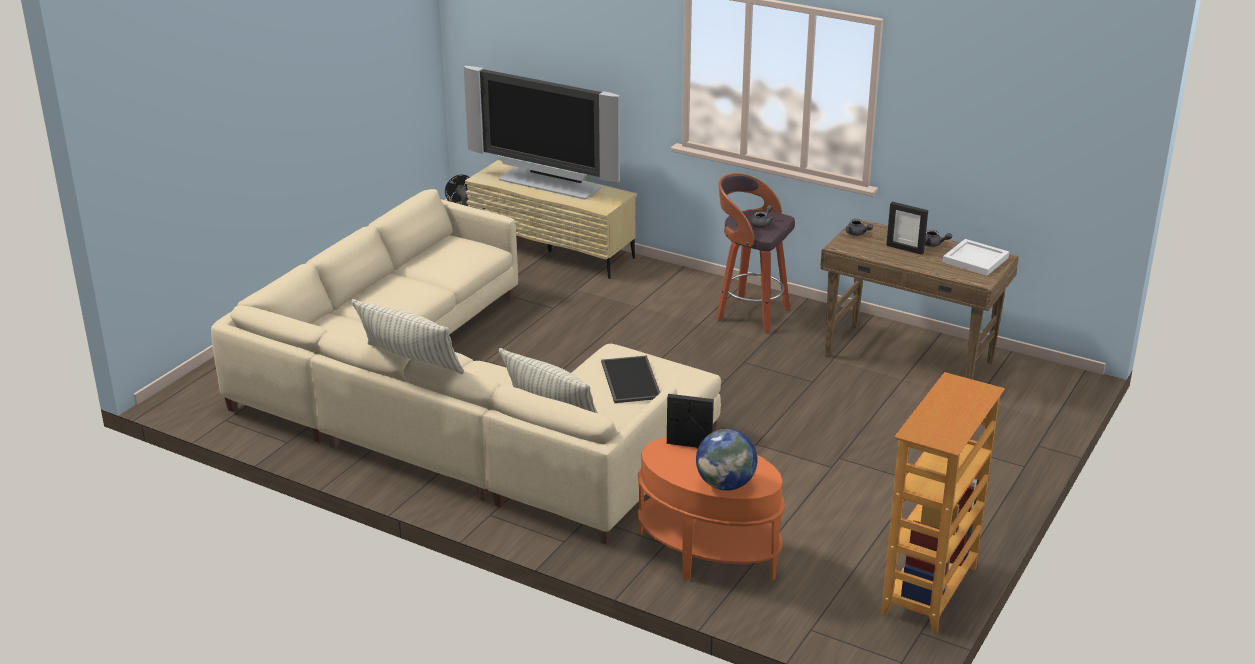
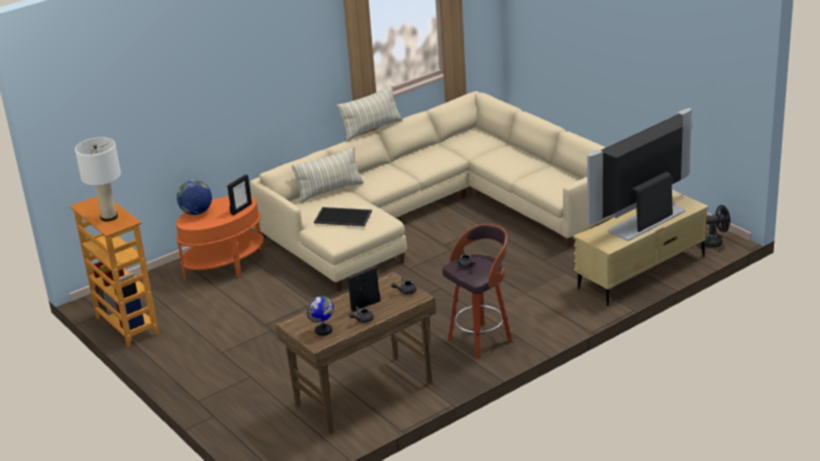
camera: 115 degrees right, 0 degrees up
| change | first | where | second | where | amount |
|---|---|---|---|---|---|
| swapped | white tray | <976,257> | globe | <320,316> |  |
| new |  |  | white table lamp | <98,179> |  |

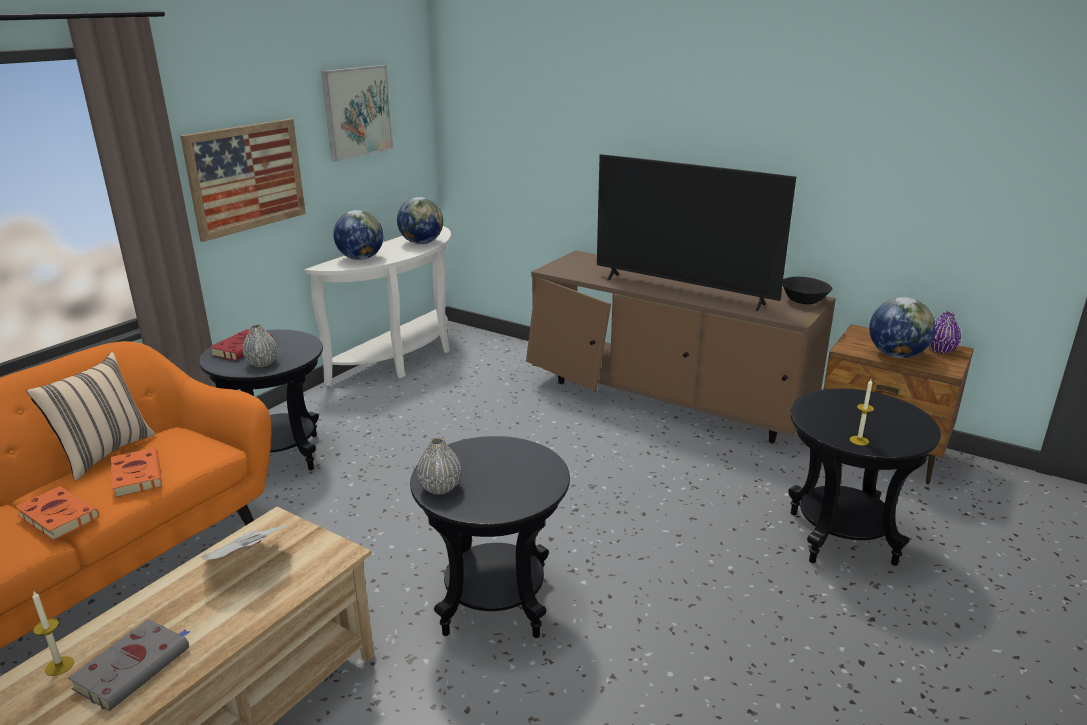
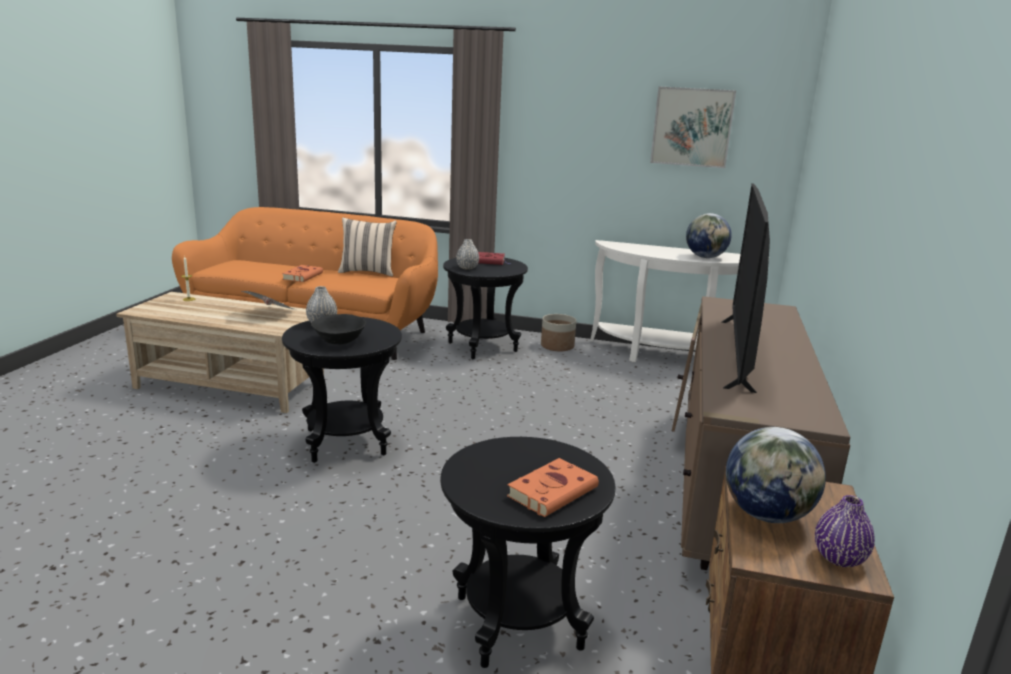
camera: 70 degrees right, 5 degrees down
| change | first | where | second | where | amount |
|---|---|---|---|---|---|
| gone | picture | <243,180> |  |  |  |
| gone | globe | <358,235> |  |  |  |
| shifted | black bowl | <807,290> |  | <338,329> |  |
| gone | candle | <862,412> |  |  |  |
| shifted | orange book | <136,473> |  | <553,487> |  |
| gone | grey book | <129,665> |  |  |  |
| new |  |  | planter | <558,332> |  |

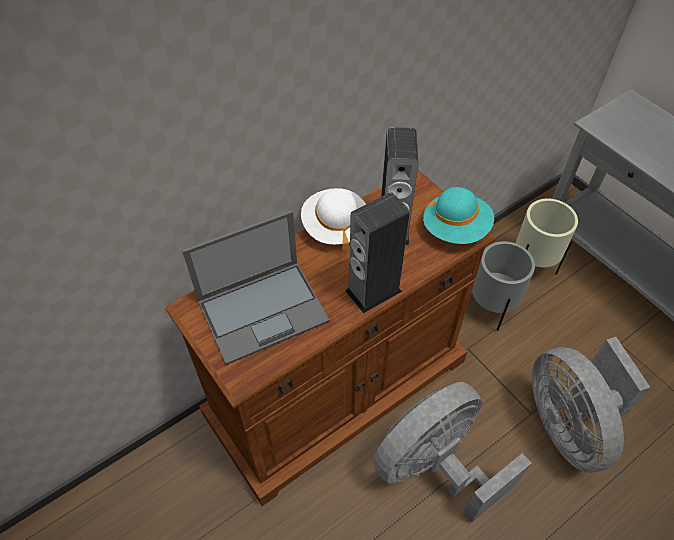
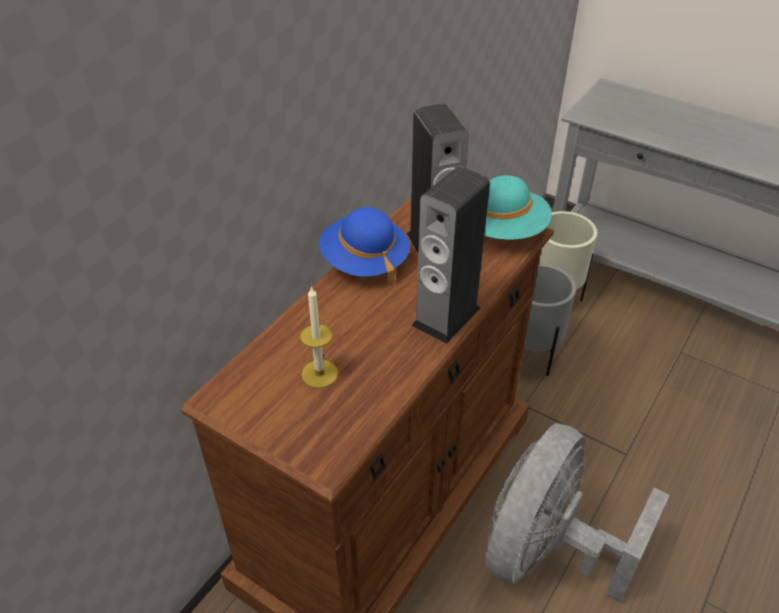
camera: 20 degrees left, 10 degrees down
| change | first | where | second | where | amount |
|---|---|---|---|---|---|
| repainted | white hat | <333,220> | blue hat | <364,246> |  |
| swapped | laptop | <256,287> | candle | <319,337> |  |
| gone | grey fan | <591,405> |  |  |  |

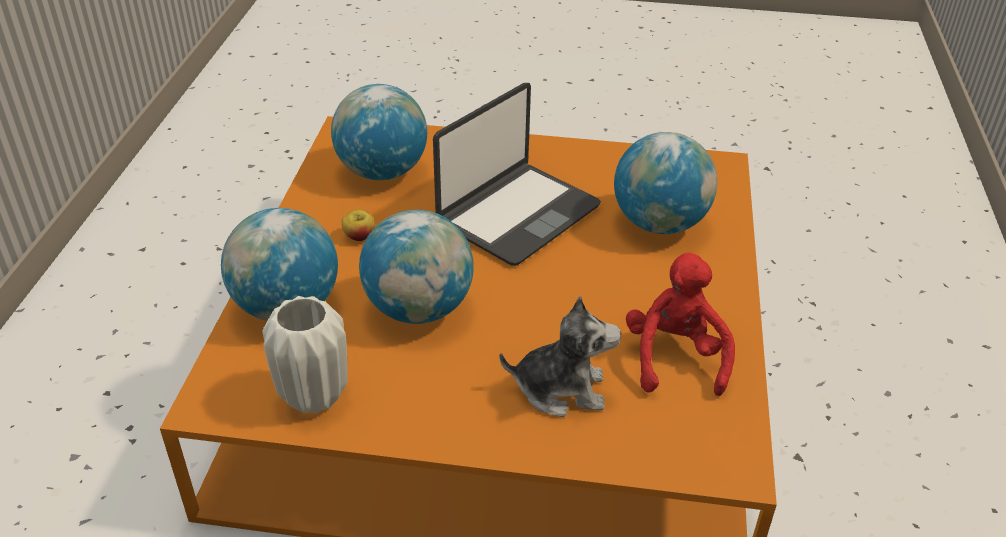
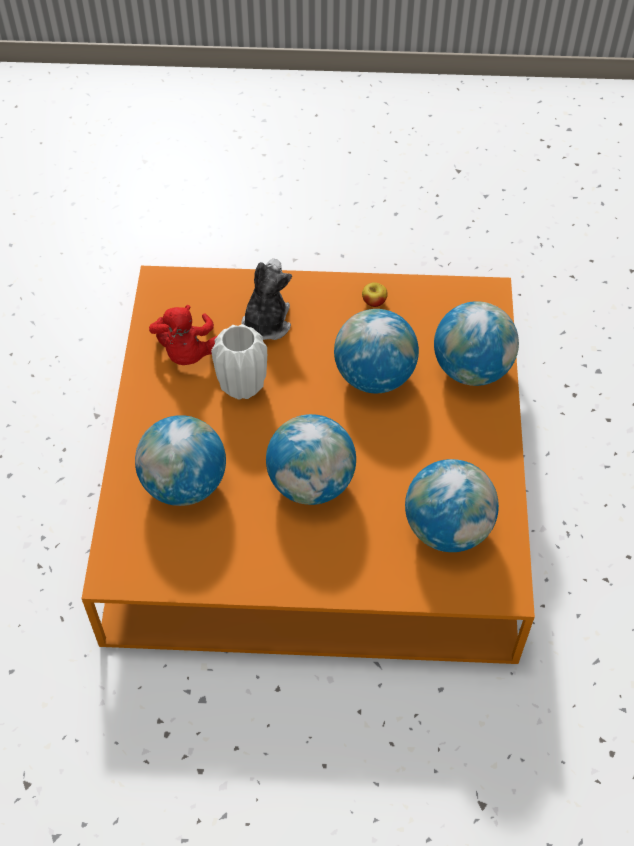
camera: 175 degrees right, 15 degrees up
| change | first | where | second | where | amount |
|---|---|---|---|---|---|
| swapped | laptop | <517,174> | globe | <311,459> |  |
| shifted | apple | <358,225> |  | <375,294> |  |
| shifted | white vase | <305,355> |  | <239,362> |  |
| rotated | plush toy | <560,356> |  | <267,299> | 105 degrees clockwise |

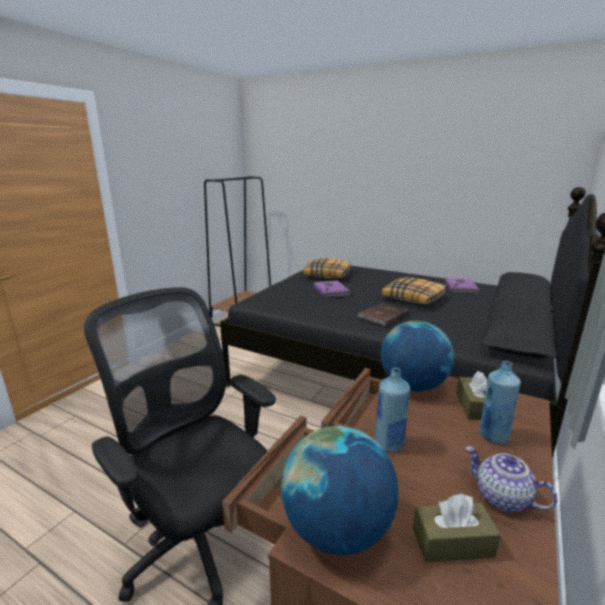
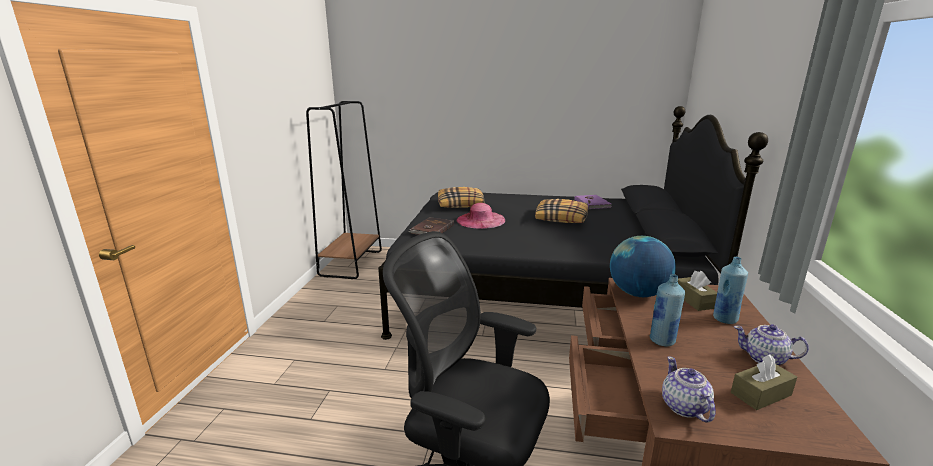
camera: 20 degrees left, 0 degrees up
| change | first | where | second | where | amount |
|---|---|---|---|---|---|
| swapped | purple book | <332,289> | pink hat | <481,216> |  |
| shifted | brown book | <383,314> |  | <431,226> |  |
| swapped | globe | <340,490> | teapot | <689,389> |  |

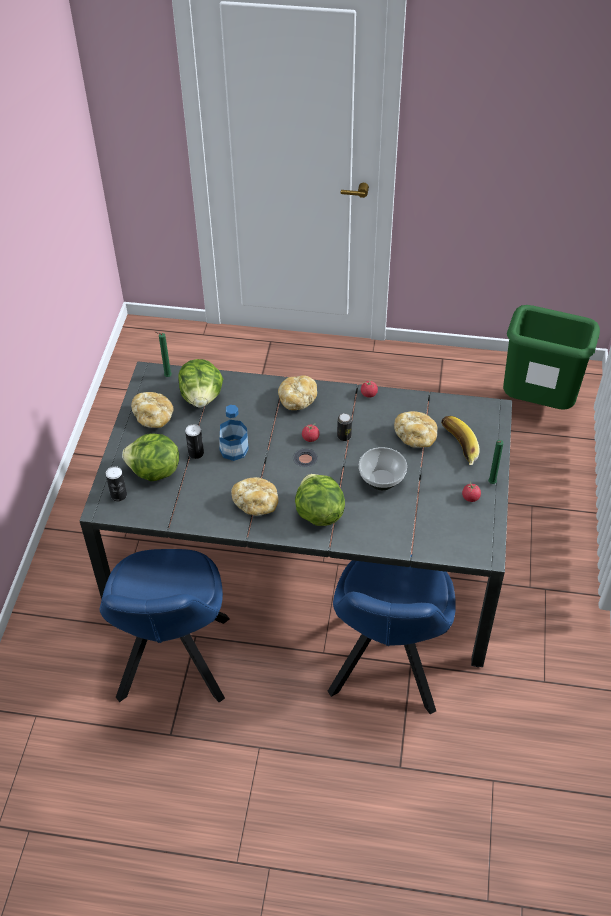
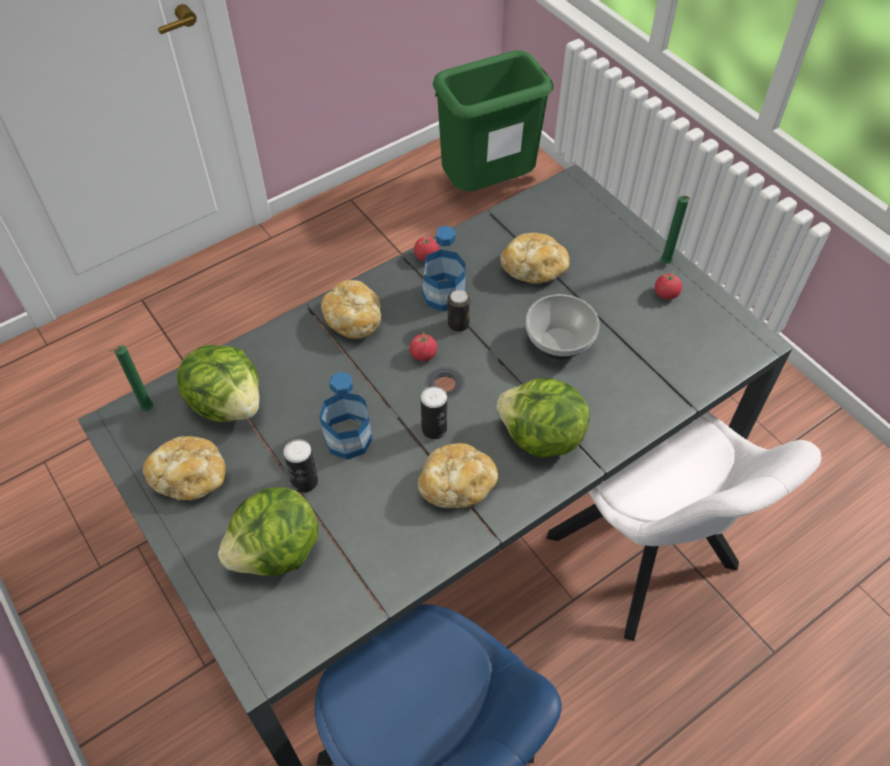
camera: 45 degrees left, 5 degrees up
| change | first | where | second | where | amount |
|---|---|---|---|---|---|
| gone | banana | <460,440> |  |  |  |
| shifted | can | <116,484> |  | <433,412> |  |
| repainted | blue chair | <392,634> | white chair | <683,526> |  |
| new |  |  | bottle | <444,268> |  |

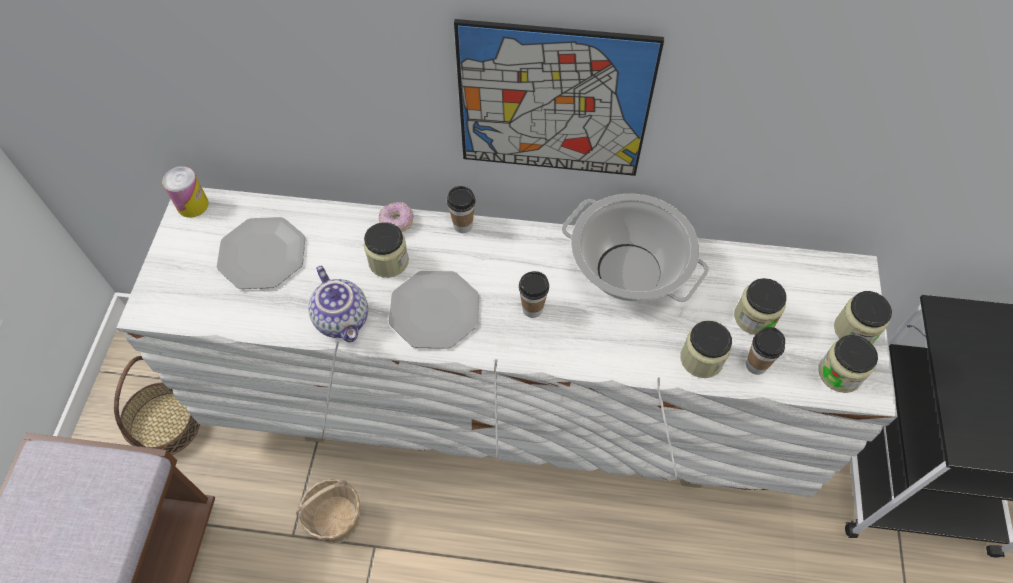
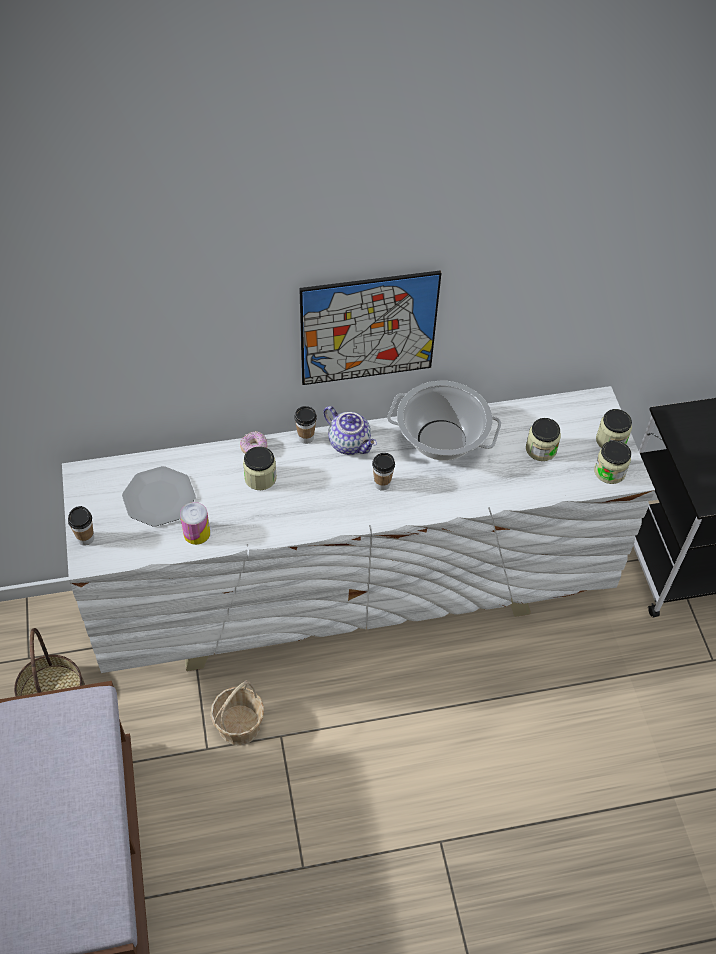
camera: 20 degrees left, 5 degrees down
| change | first | where | second | where | amount |
|---|---|---|---|---|---|
| shifted | can | <185,192> |  | <195,523> |  |
| shifted | teapot | <338,304> |  | <350,430> |  |
| gone | plate | <434,309> |  |  |  |
| gone | jar | <706,349> |  |  |  |
| shifted | cup | <765,351> |  | <81,526> |  |

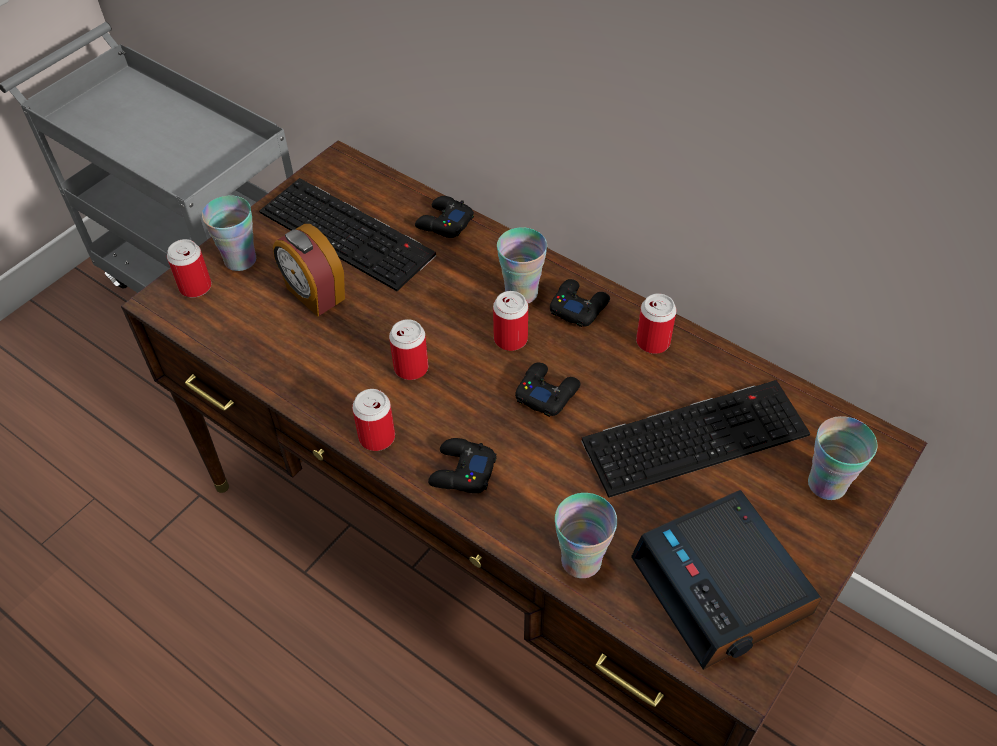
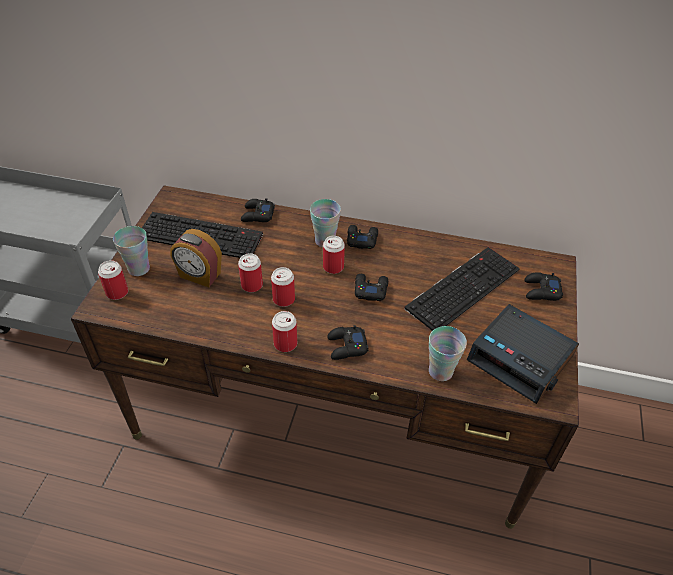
camera: 25 degrees left, 5 degrees down
| change | first | where | second | where | amount |
|---|---|---|---|---|---|
| shifted | can | <656,323> |  | <250,272> |  |
| swapped | cup | <842,458> | black game controller | <543,286> |  |

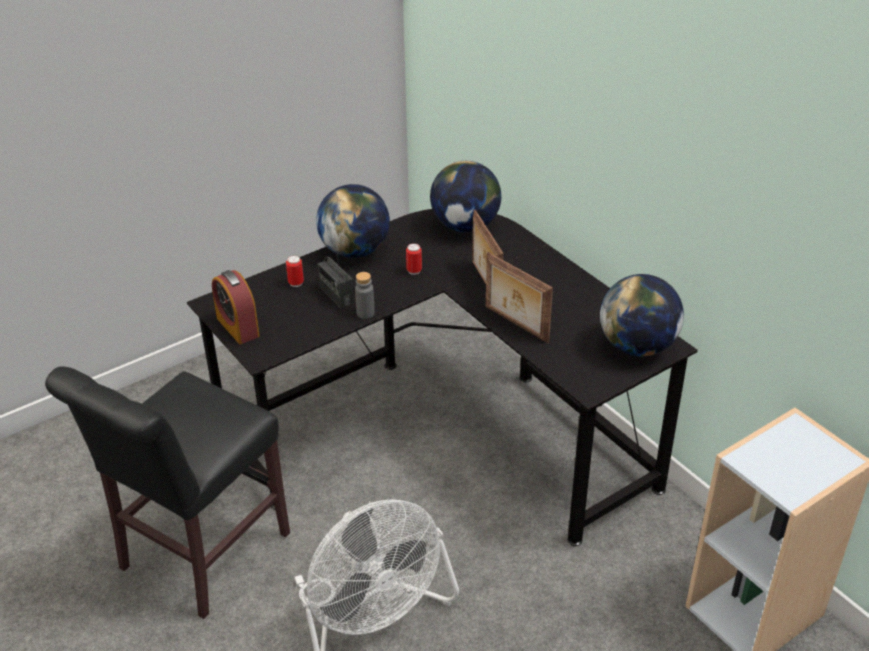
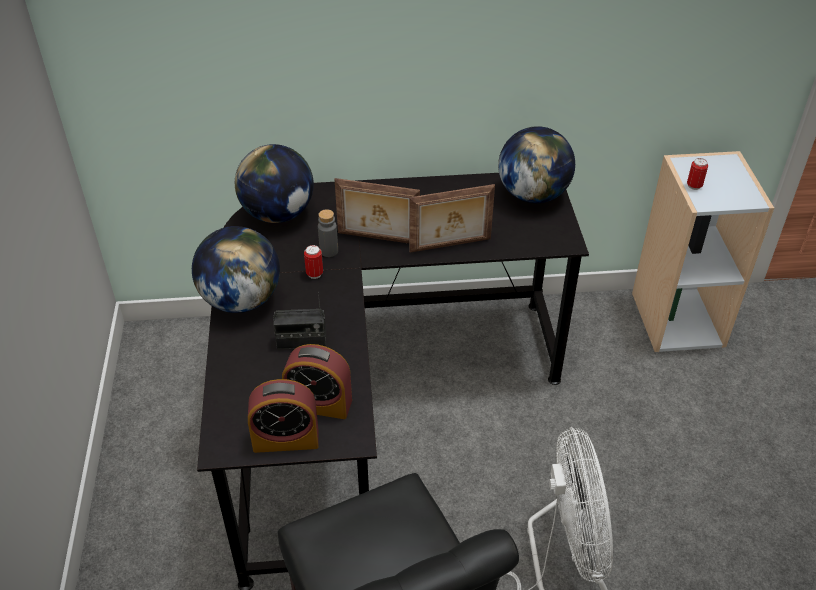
camera: 60 degrees left, 5 degrees up
| change | first | where | second | where | amount |
|---|---|---|---|---|---|
| shifted | can | <295,271> |  | <697,174> |  |
| shifted | grey bottle | <365,295> |  | <328,233> |  |
| new |  |  | alarm clock | <317,381> |  |

